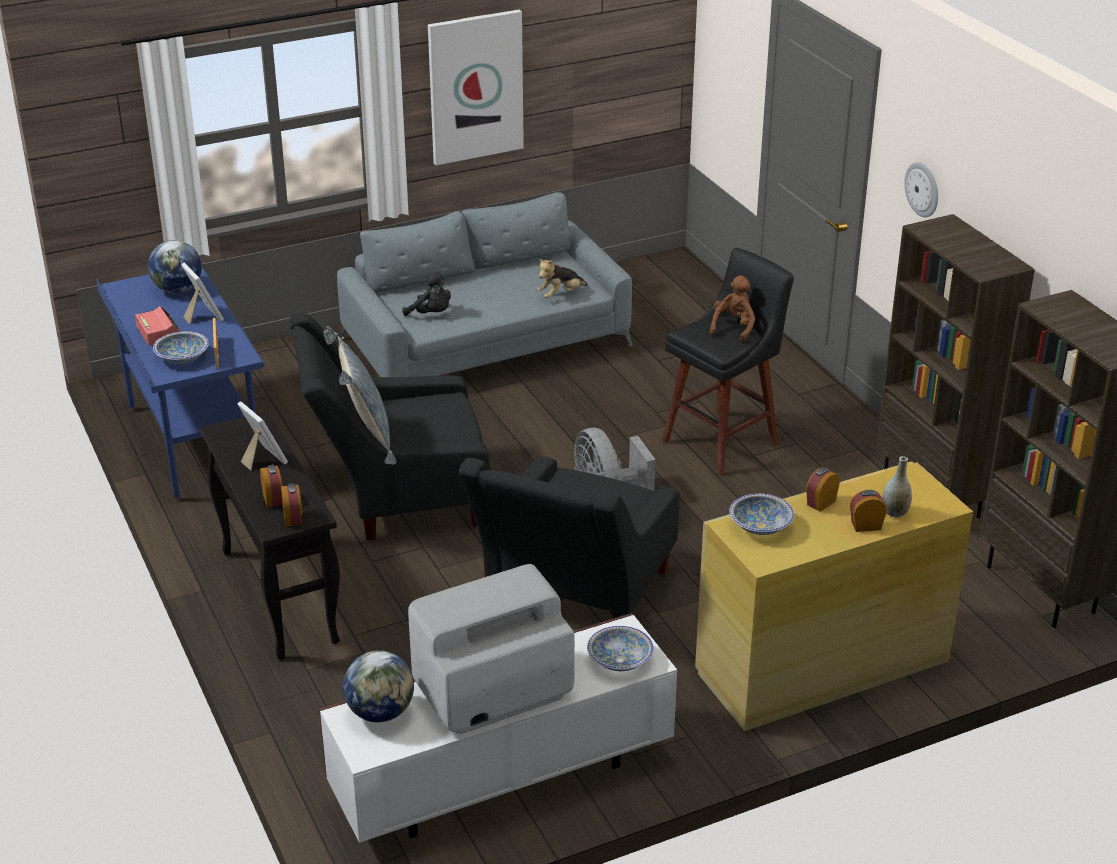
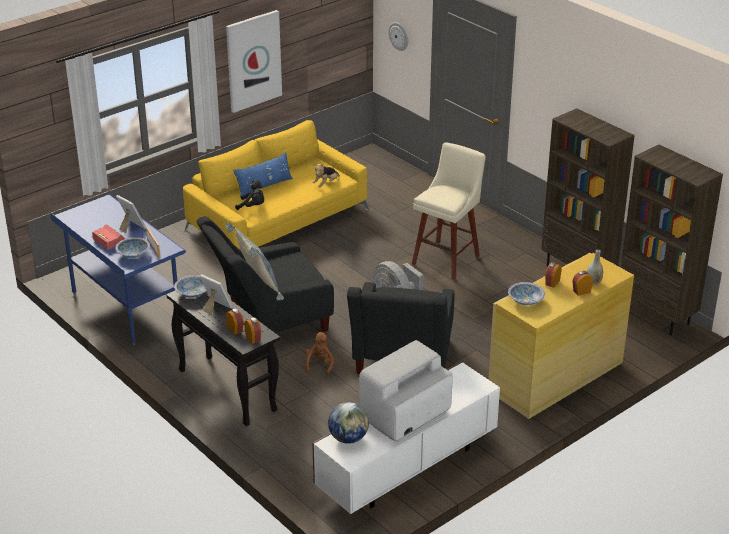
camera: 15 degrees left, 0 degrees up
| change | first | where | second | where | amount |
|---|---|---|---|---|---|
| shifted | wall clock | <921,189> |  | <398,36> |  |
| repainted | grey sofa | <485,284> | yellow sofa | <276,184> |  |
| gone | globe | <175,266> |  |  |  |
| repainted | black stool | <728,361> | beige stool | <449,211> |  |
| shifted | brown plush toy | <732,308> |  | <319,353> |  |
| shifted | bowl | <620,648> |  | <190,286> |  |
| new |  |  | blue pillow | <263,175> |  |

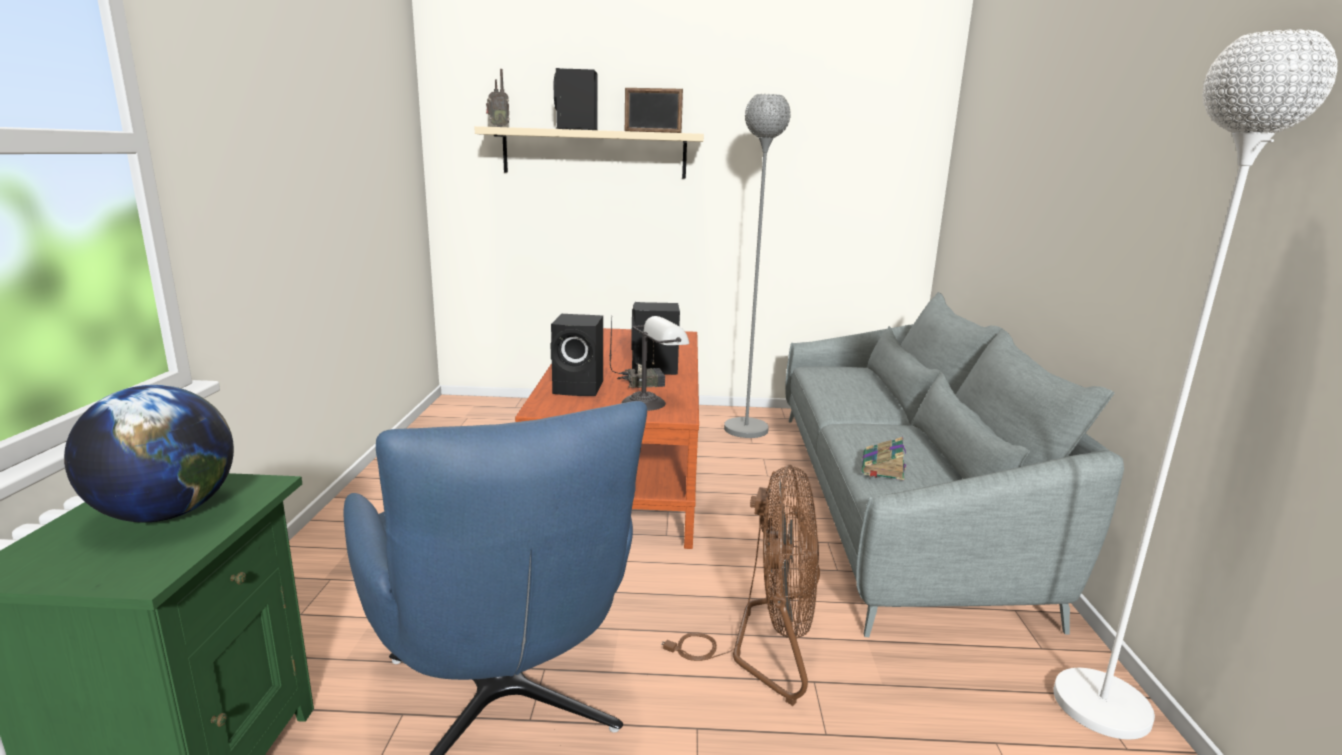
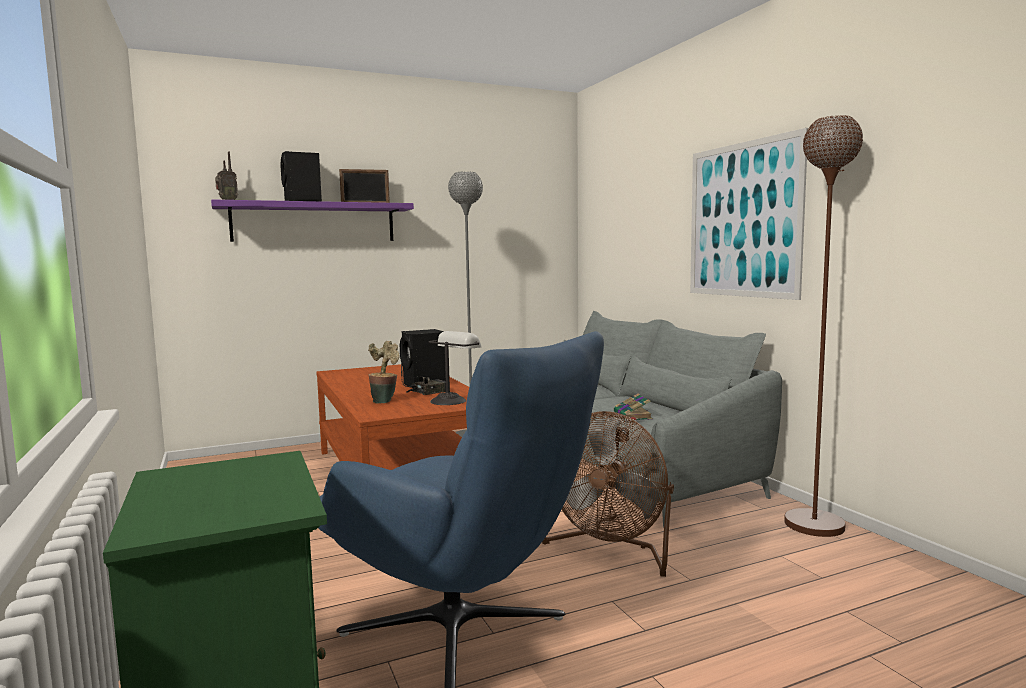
camera: 25 degrees left, 10 degrees down
| change | first | where | second | where | amount |
|---|---|---|---|---|---|
| repainted | white floor lamp | <1195,384> | brown floor lamp | <823,326> |  |
| repainted | beige shelf | <589,152> | purple shelf | <312,220> |  |
| swapped | black speaker | <577,355> | potted plant | <383,372> |  |
| gone | globe | <149,453> |  |  |  |
| rotated | brown fan | <740,585> |  | <608,494> | 135 degrees clockwise |
| new |  |  | picture | <749,214> |  |

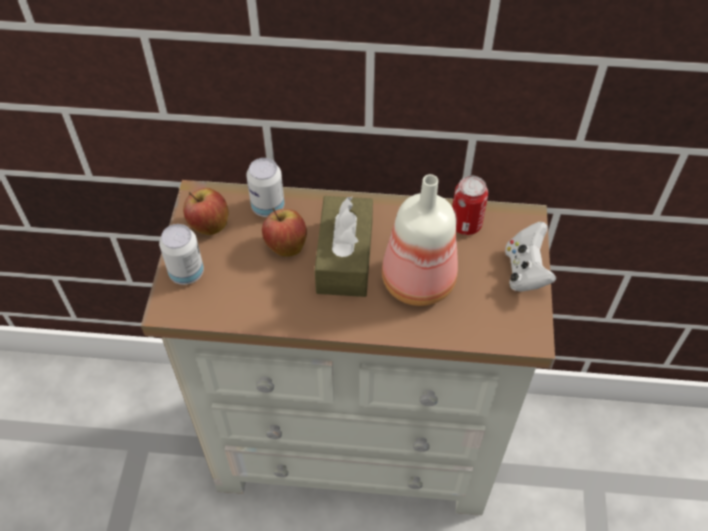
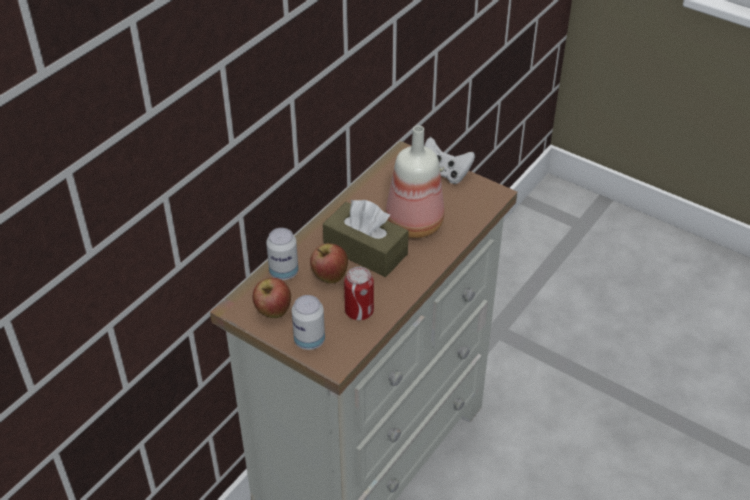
camera: 60 degrees left, 10 degrees down
| change | first | where | second | where | amount |
|---|---|---|---|---|---|
| shifted | can | <470,205> |  | <359,293> |  |

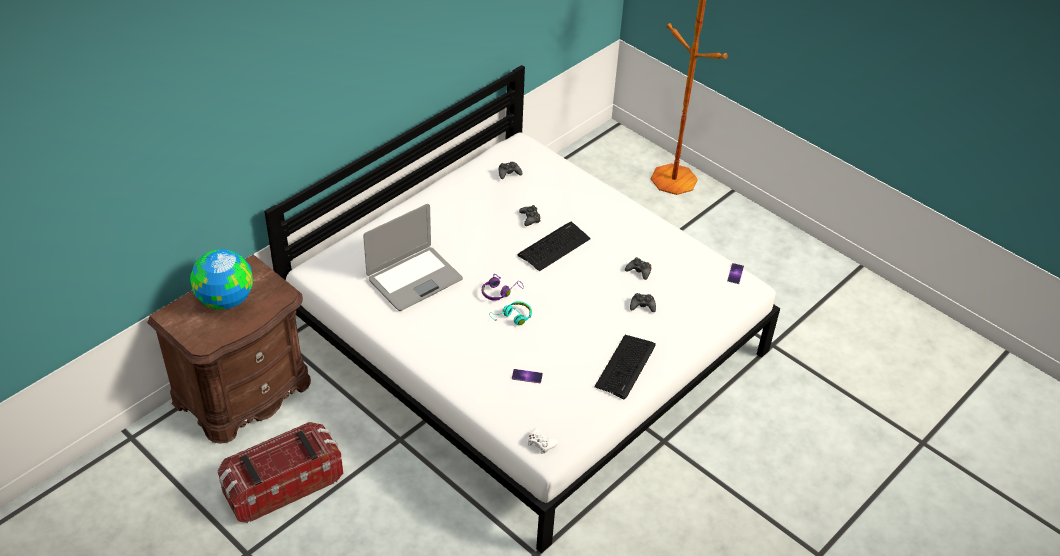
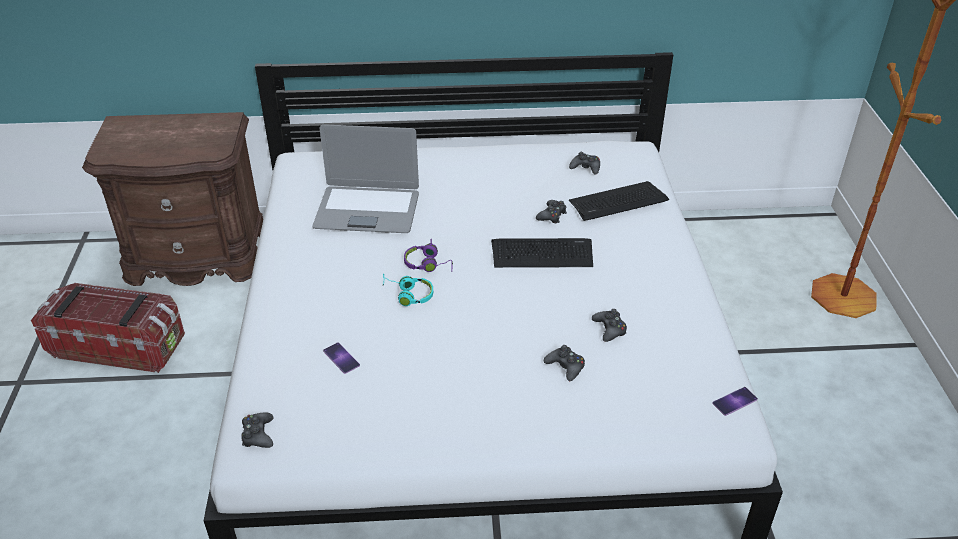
camera: 45 degrees right, 5 degrees down
| change | first | where | second | where | amount |
|---|---|---|---|---|---|
| gone | globe | <221,279> |  |  |  |
| shifted | keyboard | <625,367> |  | <619,201> |  |
| repainted | white game controller | <543,441> | black game controller | <257,430> |  |

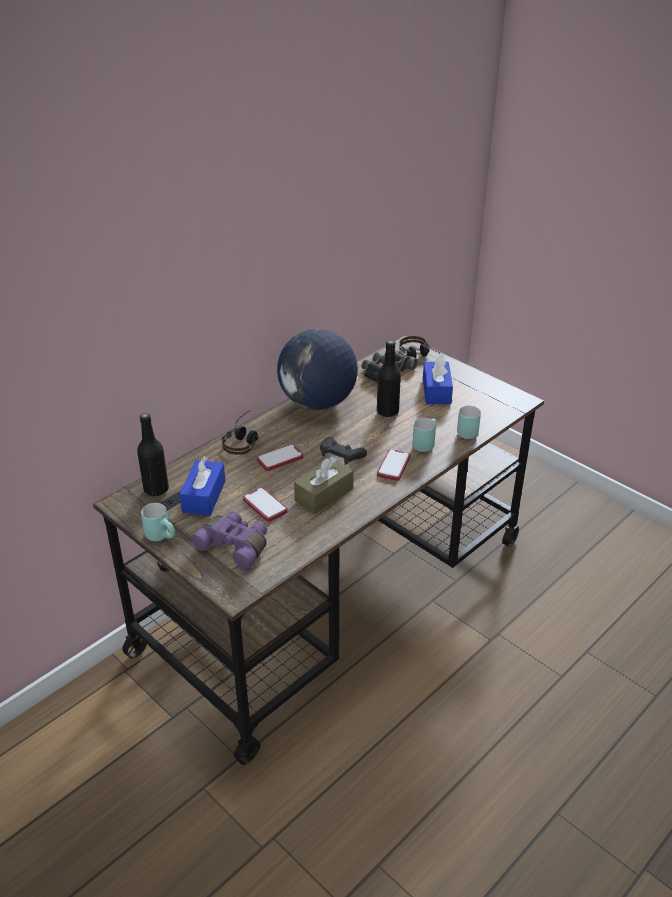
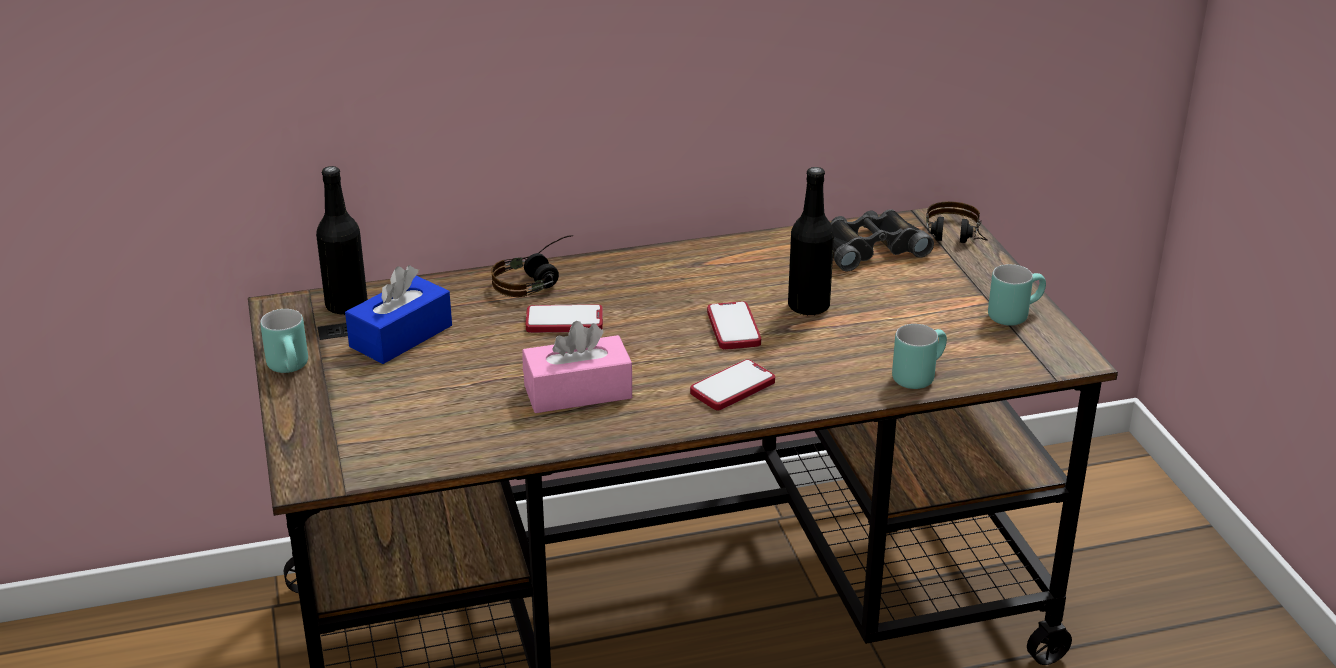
camera: 30 degrees right, 5 degrees down
| change | first | where | second | where | amount |
|---|---|---|---|---|---|
| gone | globe | <317,369> |  |  |  |
| gone | blue tissue box | <438,379> |  |  |  |
| shifted | turquoise mug | <424,435> |  | <1017,295> |  |
| gone | black game controller | <343,450> |  |  |  |
| repainted | brown tissue box | <324,485> | pink tissue box | <577,367> |  |
| shifted | phone | <265,504> |  | <734,325> |  |
| gone | purple binoculars | <228,540> |  |  |  |

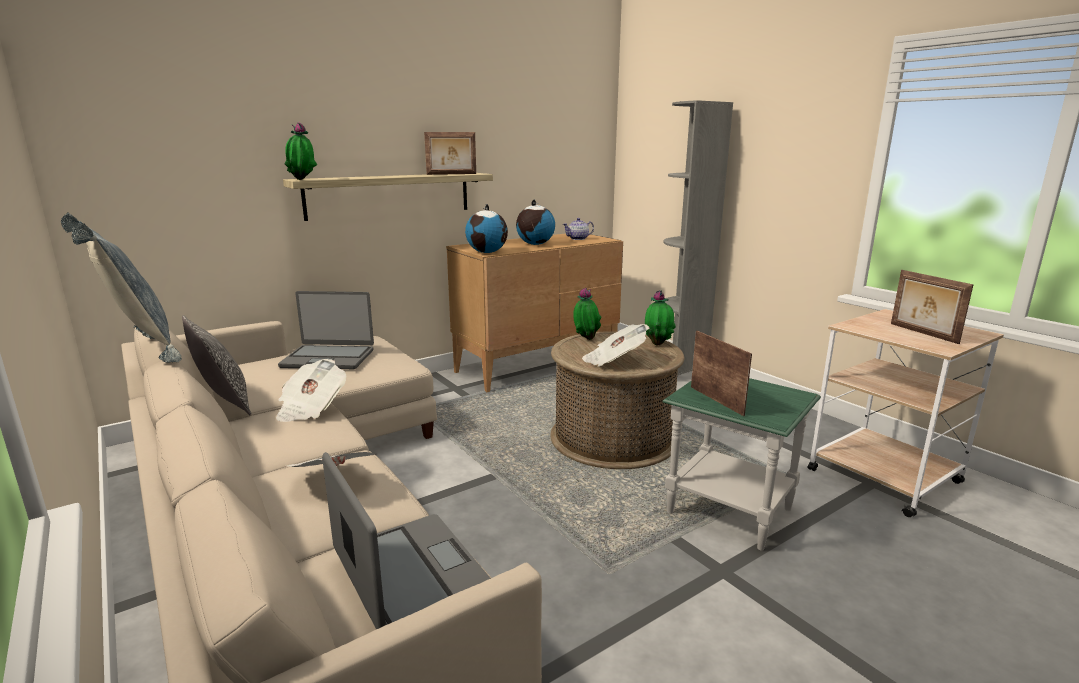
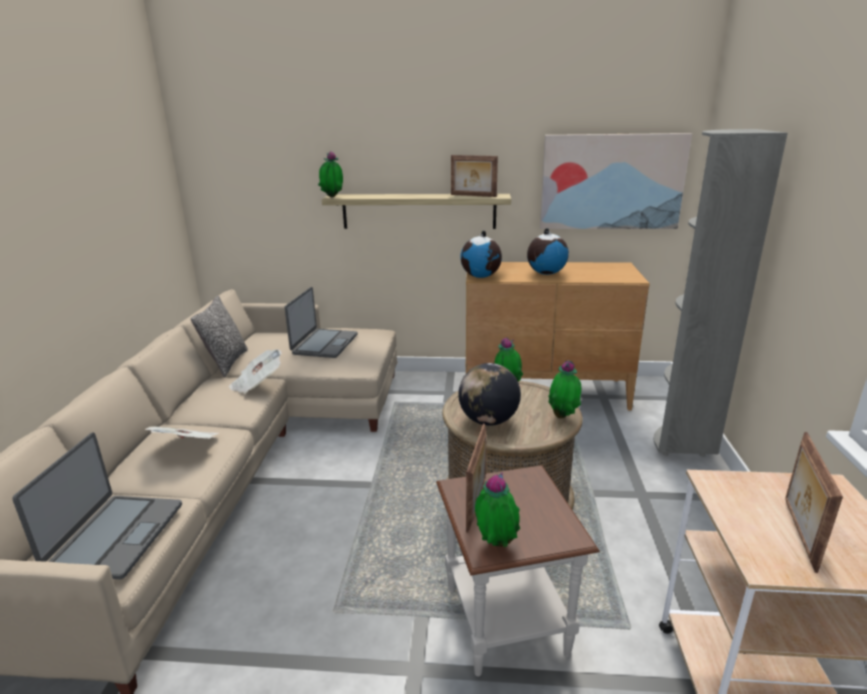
camera: 40 degrees right, 5 degrees up
| change | first | where | second | where | amount |
|---|---|---|---|---|---|
| gone | pillow | <121,287> |  |  |  |
| gone | teapot | <578,229> |  |  |  |
| rotated | laptop | <326,330> |  | <321,322> | 120 degrees counterclockwise |
| swapped | newspaper | <615,345> | globe | <489,394> |  |
| repainted | green side table | <741,464> | brown side table | <518,570> |  |
| new |  |  | picture | <616,181> |  |
| new |  |  | potted plant | <497,509> |  |

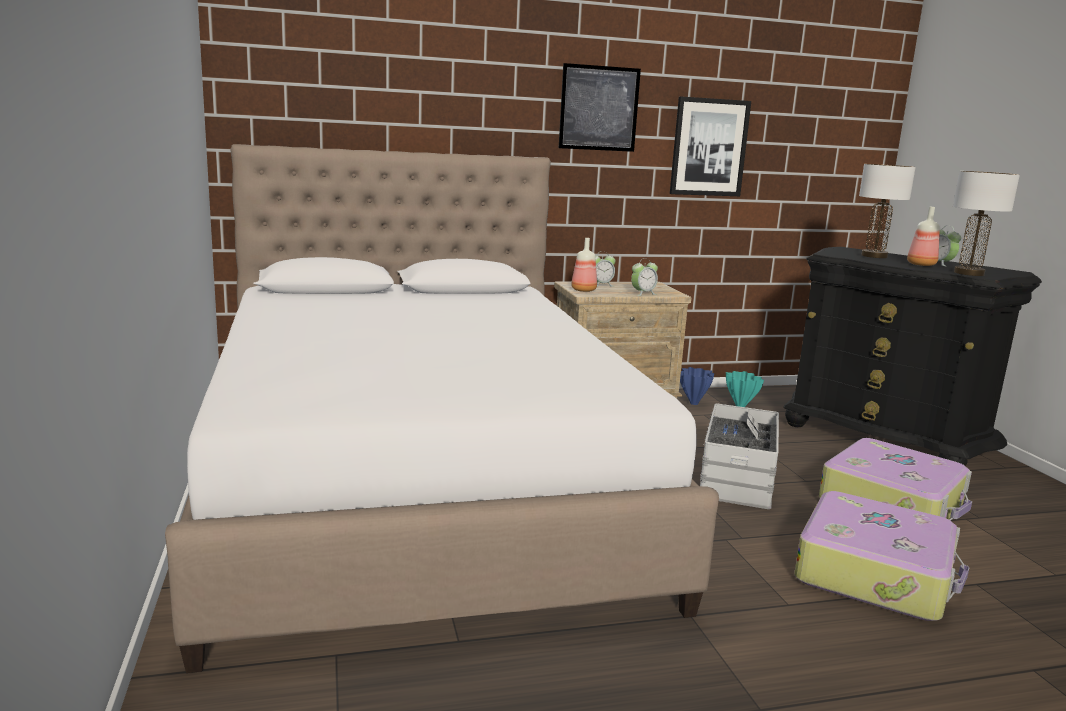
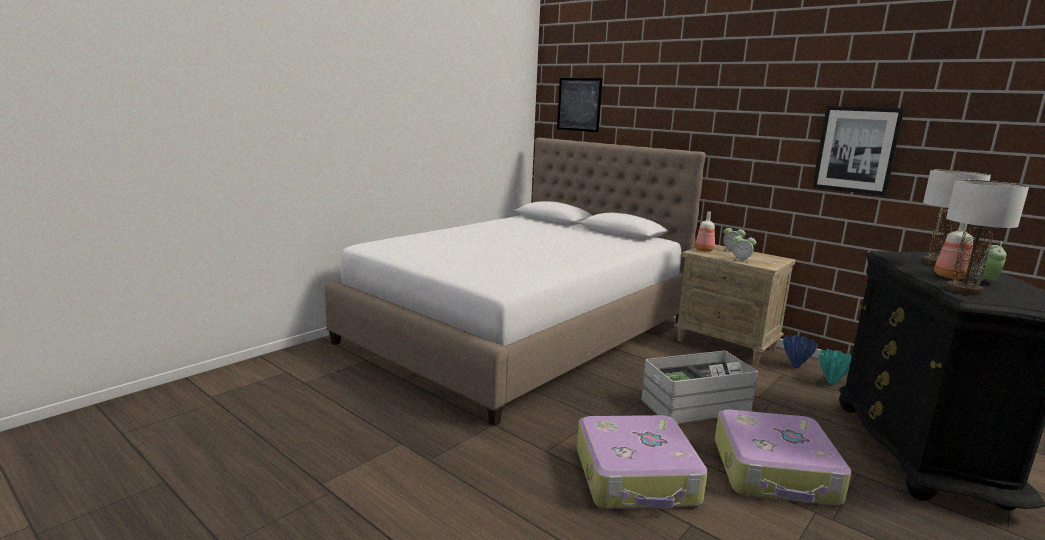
camera: 55 degrees right, 0 degrees up
| change | first | where | second | where | amount |
|---|---|---|---|---|---|
| shifted | picture | <600,107> |  | <579,105> |  |

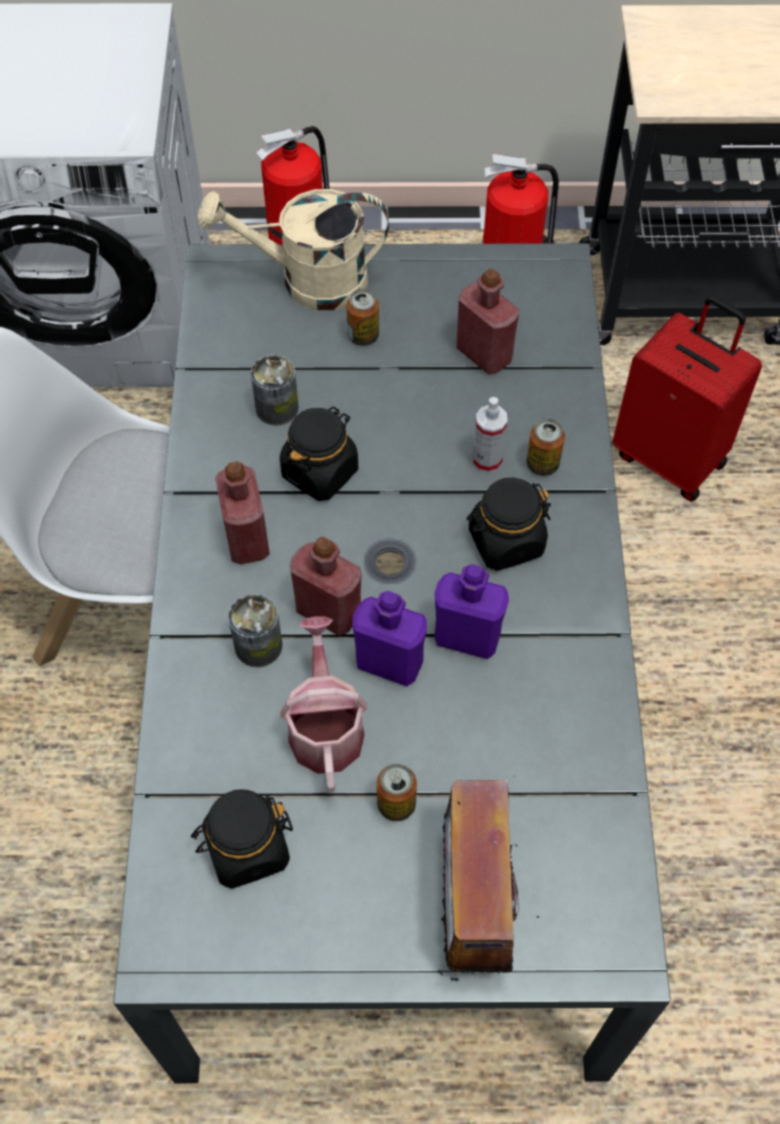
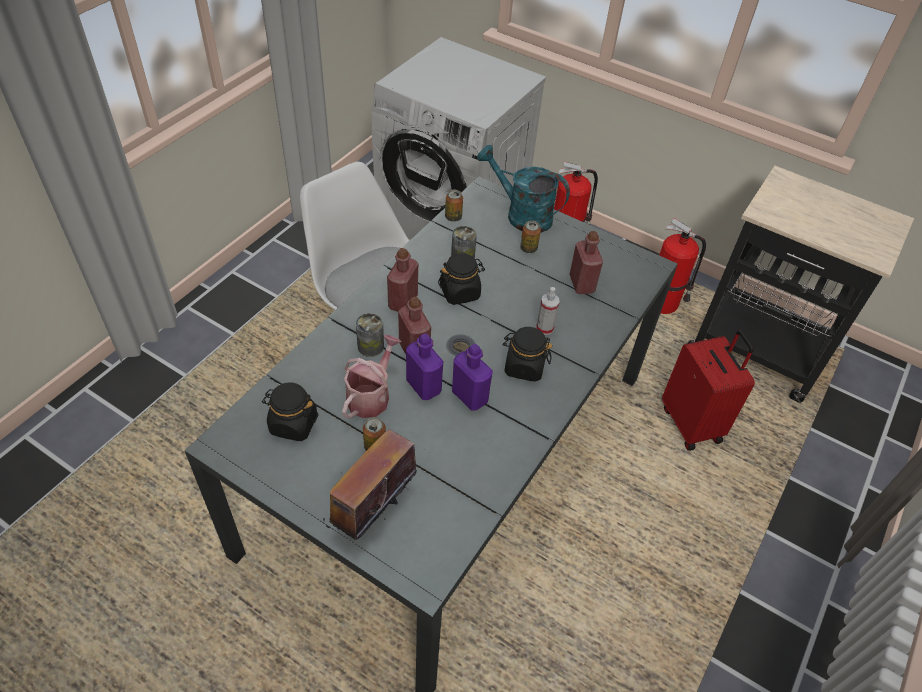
camera: 30 degrees right, 10 degrees down
| change | first | where | second | where | amount |
|---|---|---|---|---|---|
| repainted | beige watering can | <293,249> | turquoise watering can | <523,189> |  |
| shifted | can | <545,447> |  | <454,206> |  |

